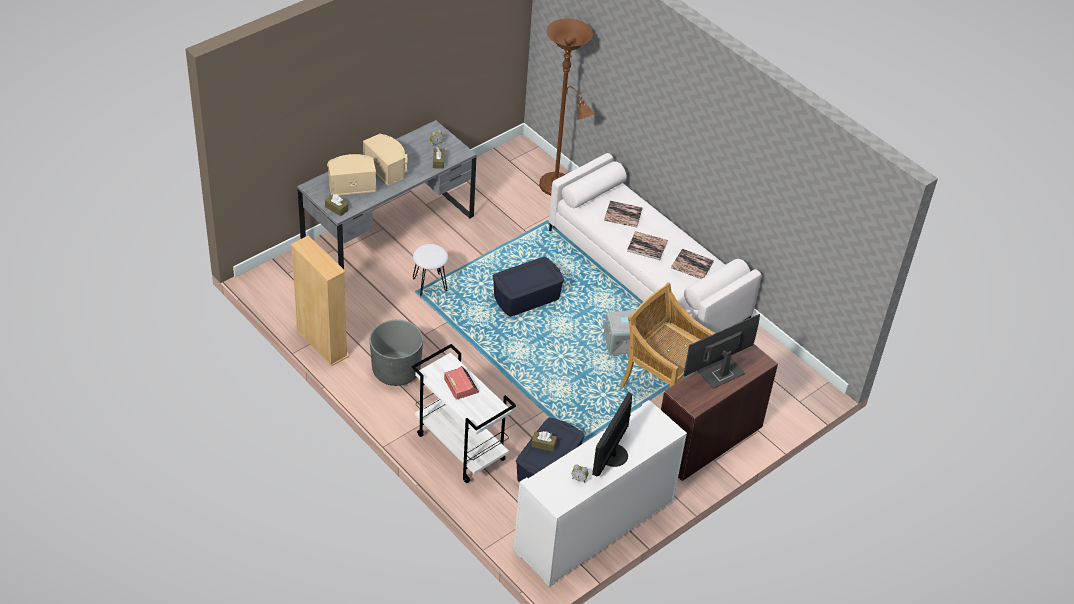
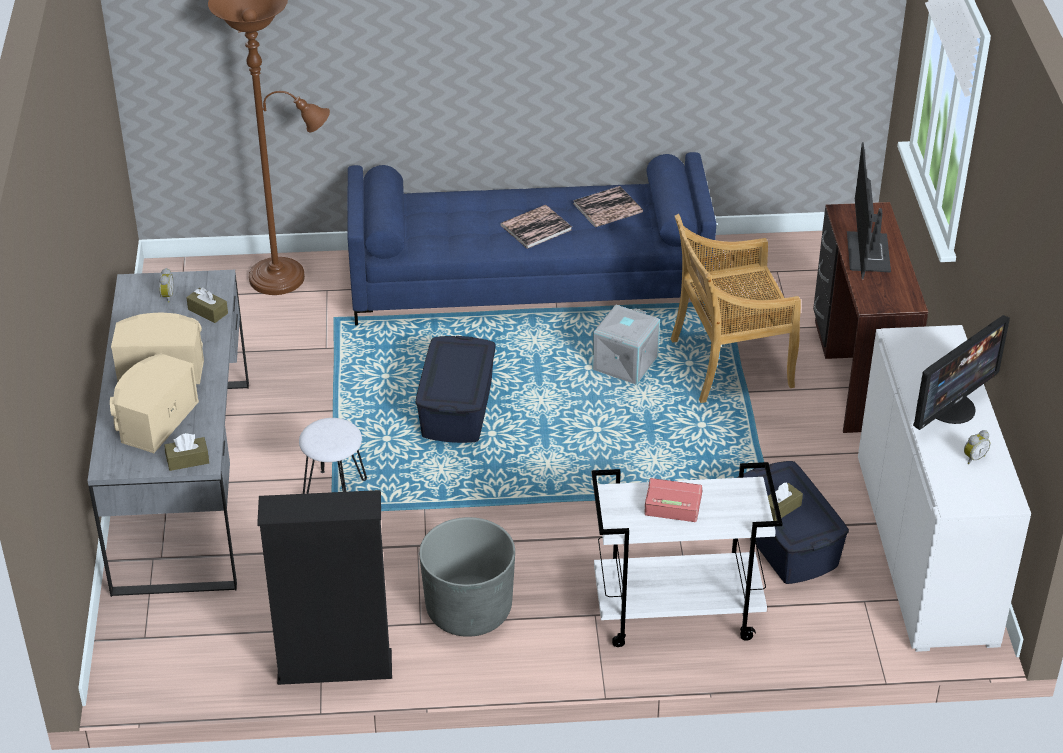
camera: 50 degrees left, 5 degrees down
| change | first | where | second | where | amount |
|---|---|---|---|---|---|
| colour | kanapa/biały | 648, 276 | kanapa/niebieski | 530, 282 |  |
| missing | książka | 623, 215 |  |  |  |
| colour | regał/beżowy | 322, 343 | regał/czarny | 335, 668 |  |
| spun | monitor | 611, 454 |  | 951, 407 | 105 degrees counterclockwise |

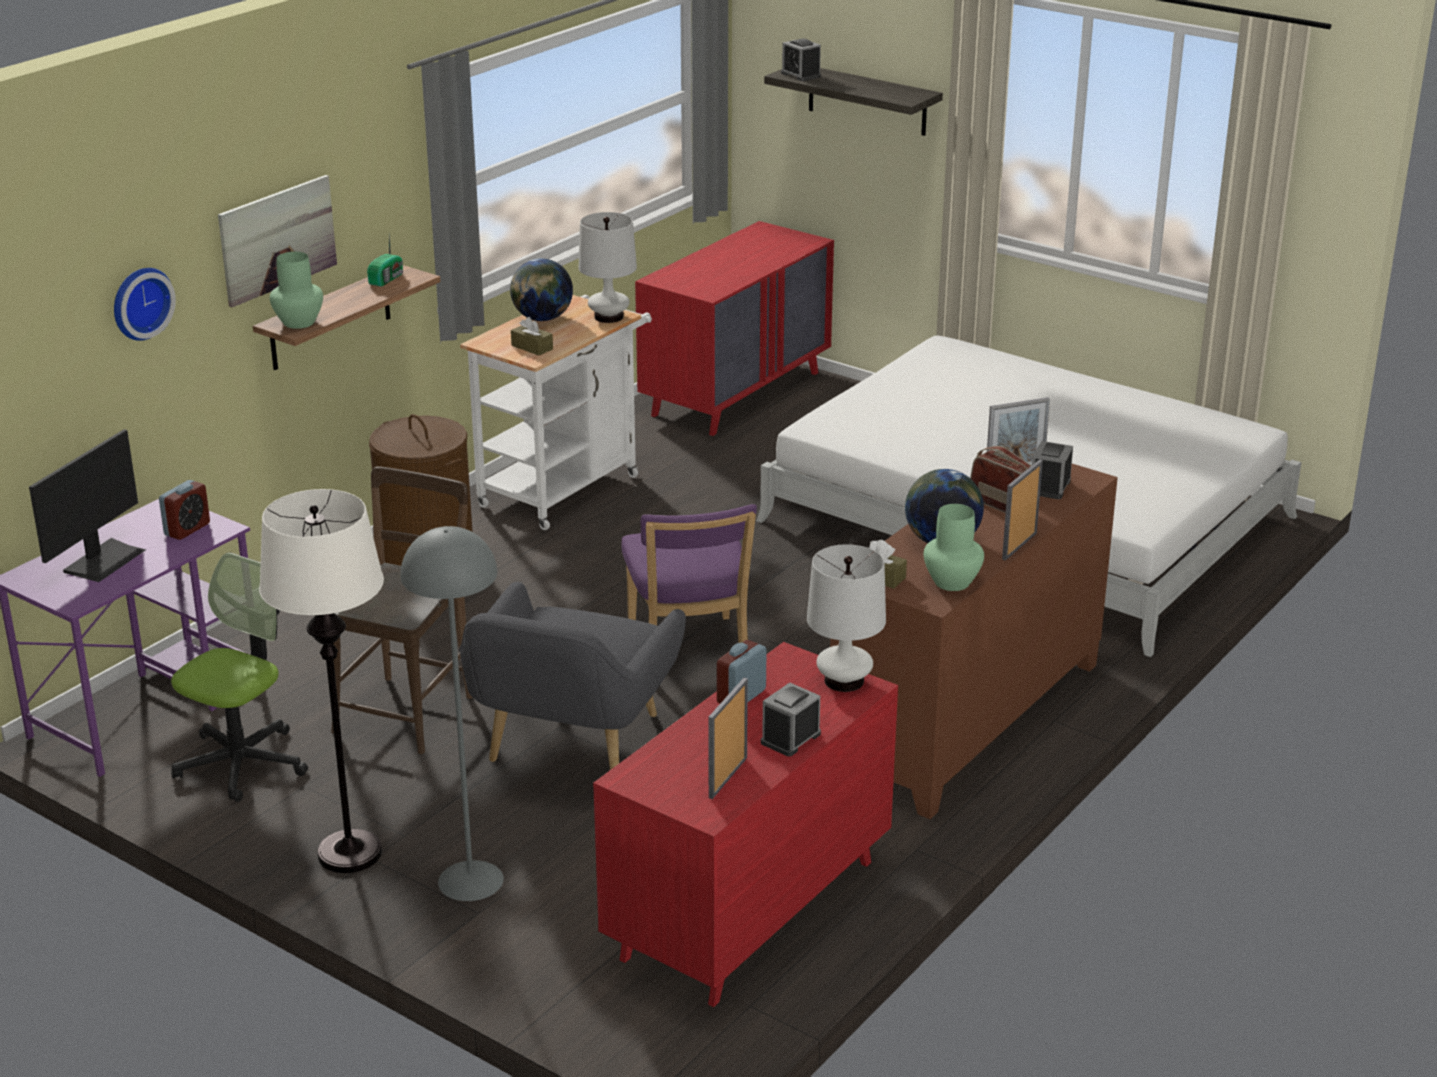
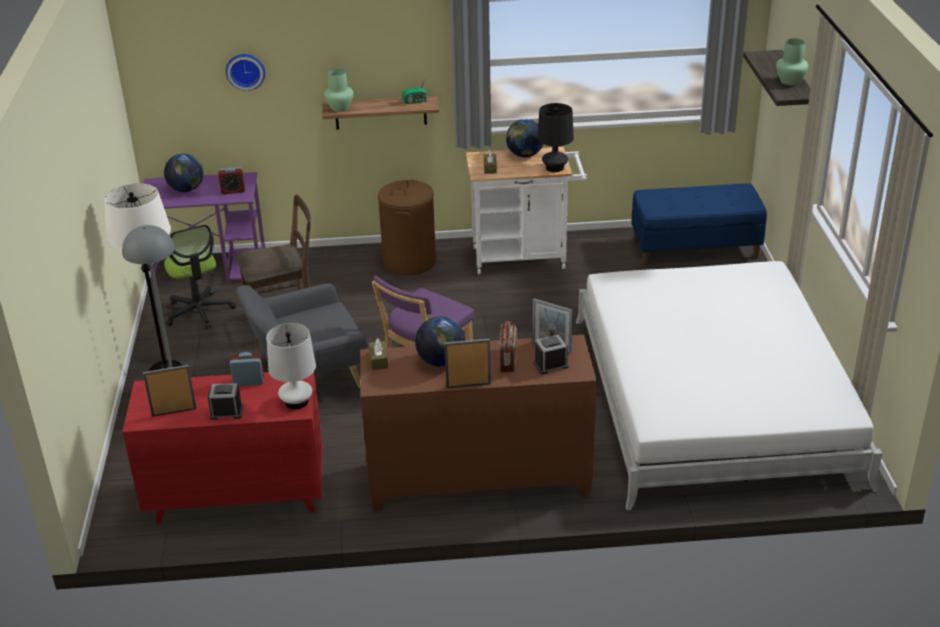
camera: 50 degrees right, 5 degrees up
| change | first | where | second | where | amount |
|---|---|---|---|---|---|
| missing | budzik | 800, 75 |  |  |  |
| missing | obraz | 277, 239 |  |  |  |
| colour | lampa stołowa/biały | 609, 317 | lampa stołowa/czarny | 555, 168 |  |
| exchanged | komoda/czerwony | 736, 393 | ławka/niebieski | 695, 249 |  |
| exchanged | monitor | 103, 560 | globus | 186, 189 |  |
| relocated | wazon/zielony | 951, 582 |  | 789, 81 |  |
| spun | krzesło biurowe | 241, 763 |  | 199, 312 | 75 degrees clockwise |

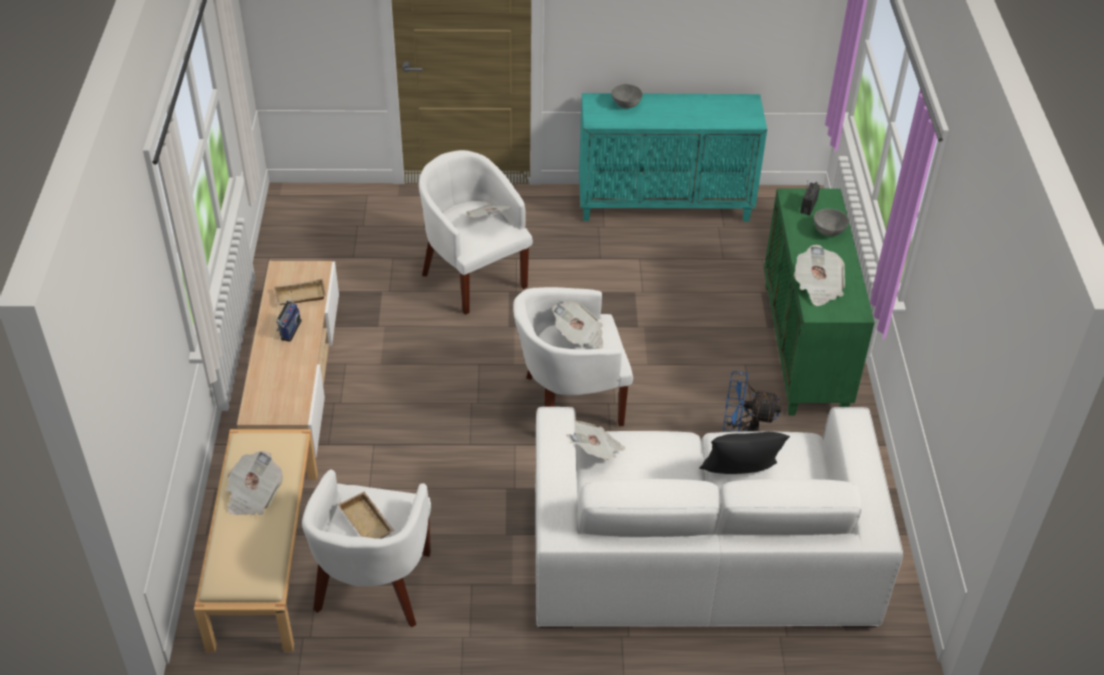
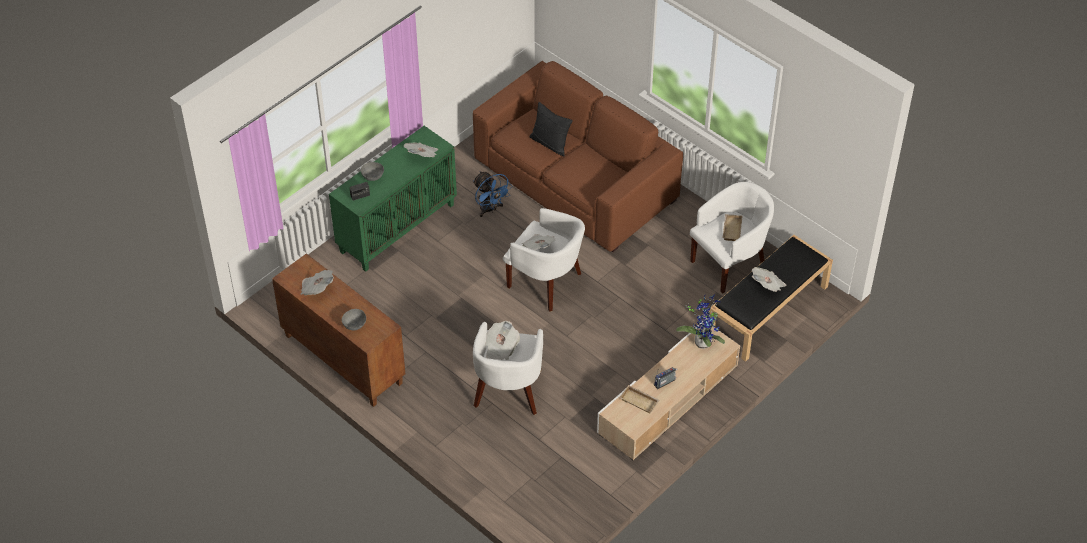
camera: 135 degrees left, 5 degrees up
| change | first | where | second | where | amount |
|---|---|---|---|---|---|
| colour | szafka/turkusowy | 665, 204 | szafka/brązowy | 342, 359 |  |
| colour | kanapa/biały | 699, 555 | kanapa/brązowy | 575, 180 |  |
| relocated | gazeta | 595, 450 |  | 317, 288 |  |
| colour | ławka/beżowy | 264, 556 | ławka/czarny | 768, 311 |  |
| appeared |  |  | roślina doniczkowa | 703, 341 |  |

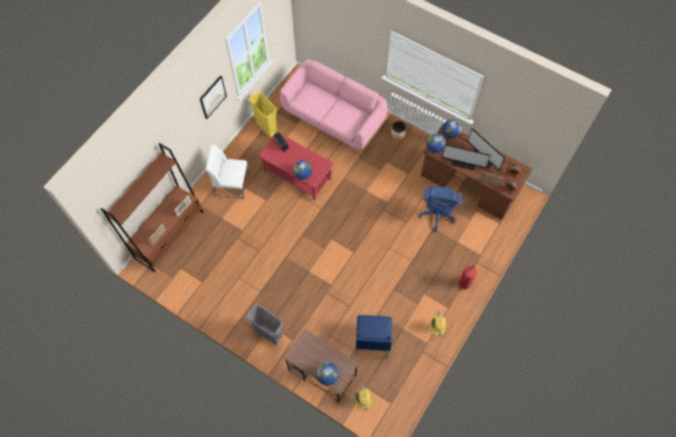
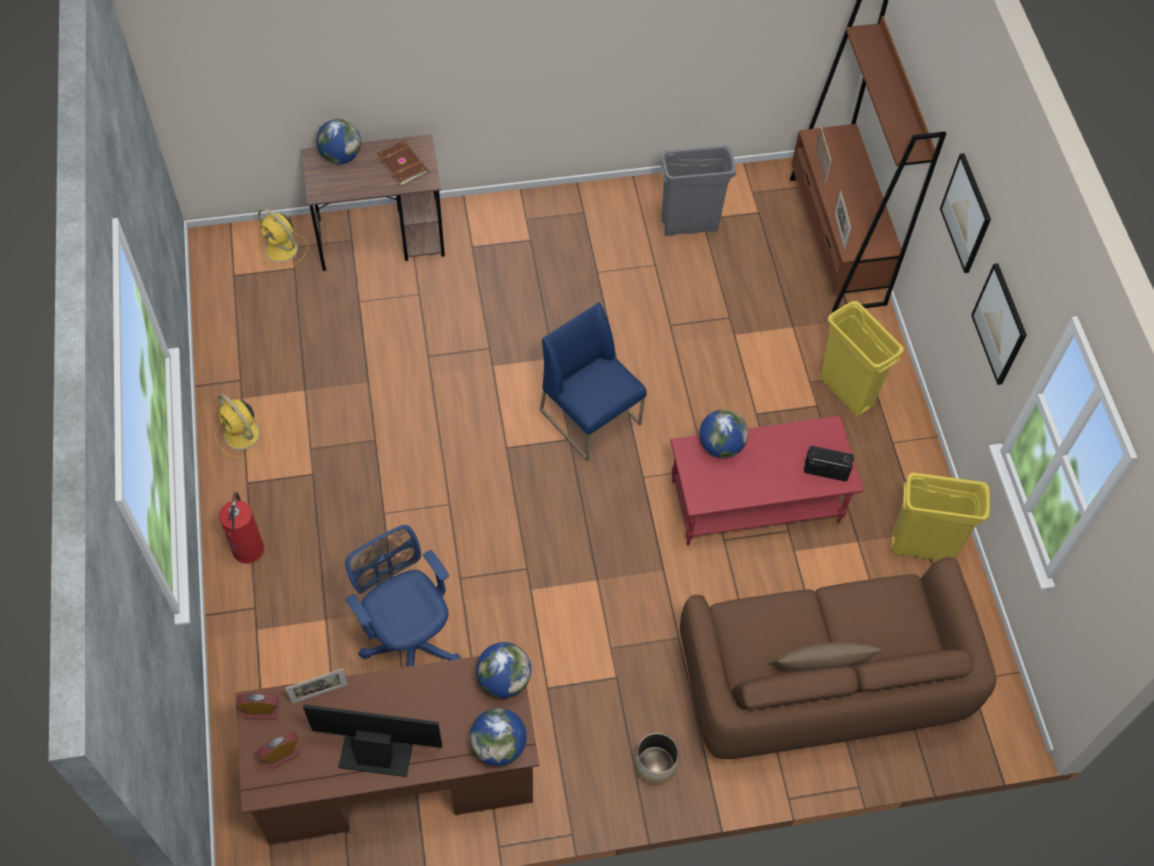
camera: 135 degrees right, 5 degrees down
| change | first | where | second | where | amount |
|---|---|---|---|---|---|
| colour | kanapa/różowy | 334, 118 | kanapa/brązowy | 820, 684 |  |
| exchanged | krzesło/biały | 232, 184 | kosz na śmieci/żółty | 846, 392 |  |
| missing | monitor | 463, 162 |  |  |  |
| relocated | kosz na śmieci/szary | 268, 333 |  | 690, 225 |  |
| relocated | krzesło/niebieski | 372, 341 |  | 591, 417 |  |
| appeared |  |  | książka/brązowy | 403, 164 |  |
| appeared |  |  | obraz | 966, 213 |  |
| appeared |  |  | poduszka/brązowy | 820, 666 |  |

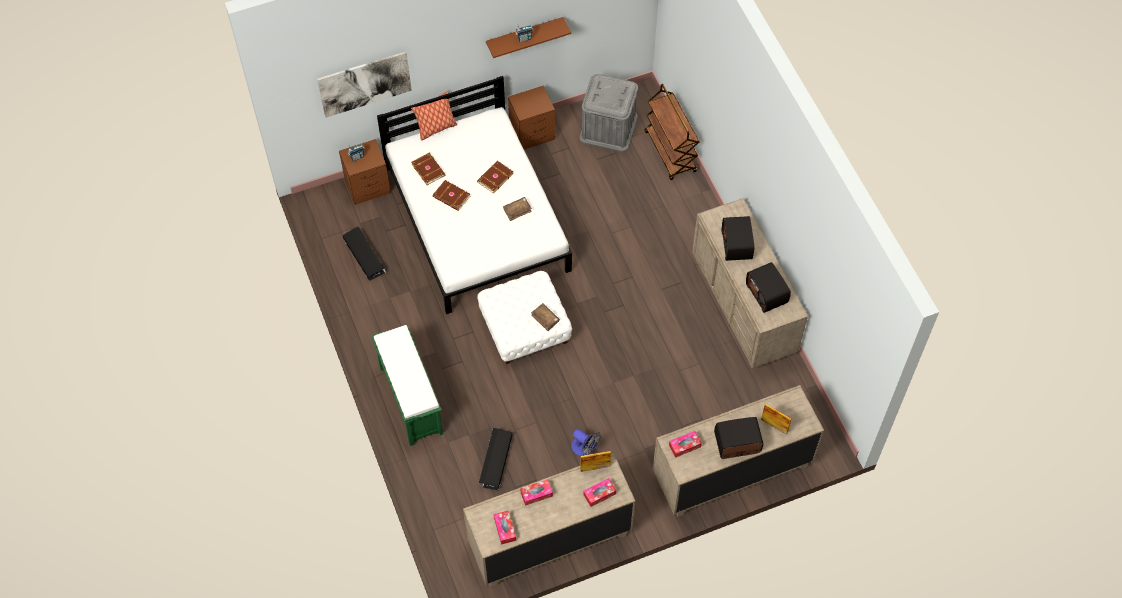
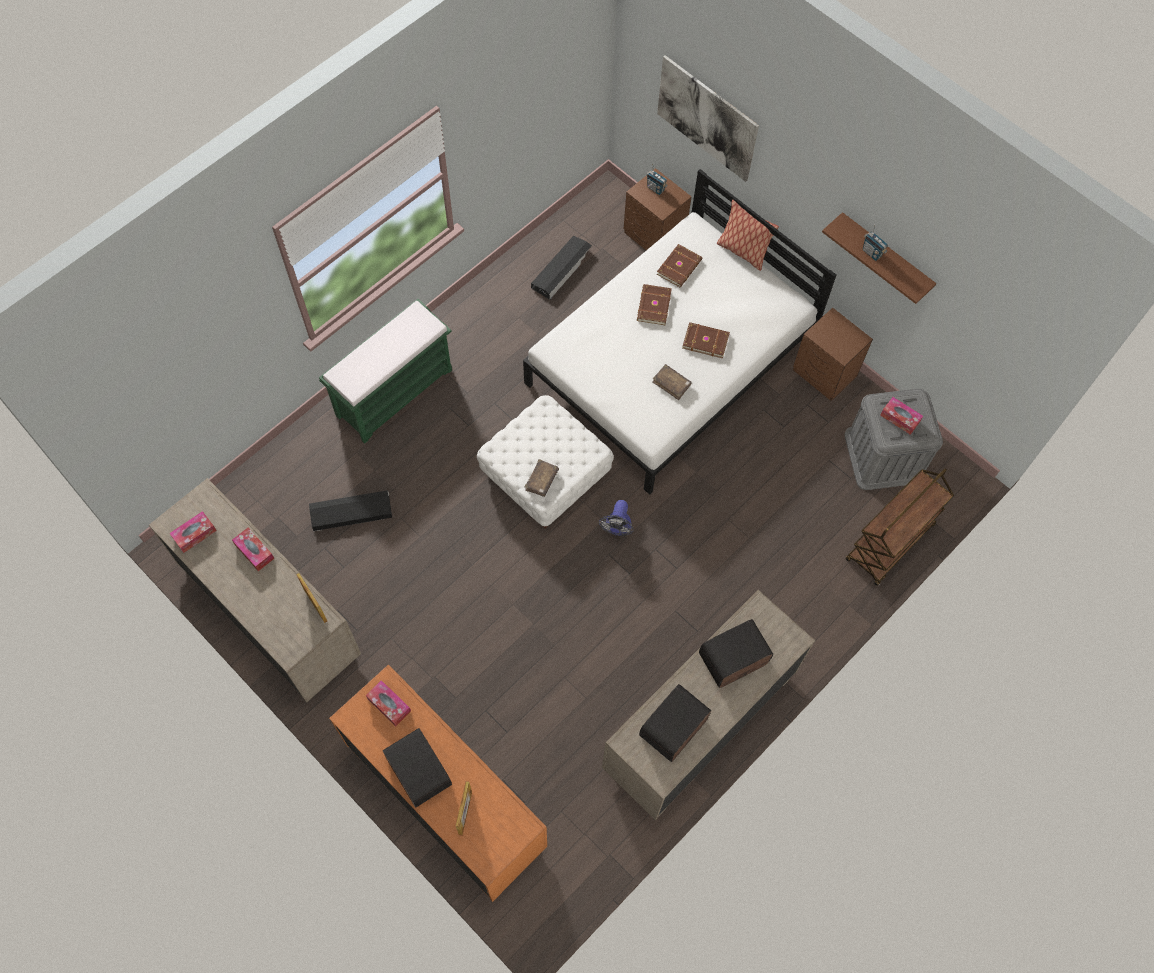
camera: 65 degrees right, 5 degrees up
| change | first | where | second | where | amount |
|---|---|---|---|---|---|
| colour | komoda/beżowy | 732, 470 | komoda/pomarańczowy | 446, 798 |  |
| relocated | wentylator | 584, 448 |  | 617, 528 |  |
| relocated | pudełko chusteczek | 599, 494 |  | 900, 418 |  |

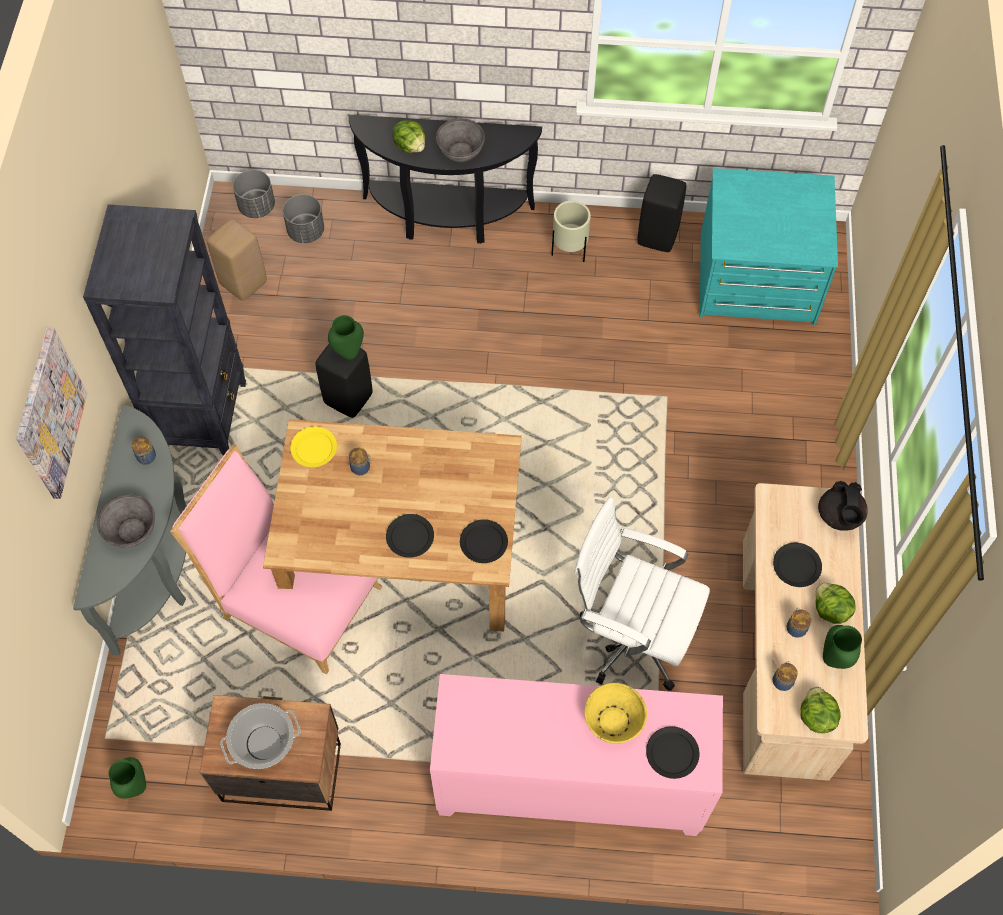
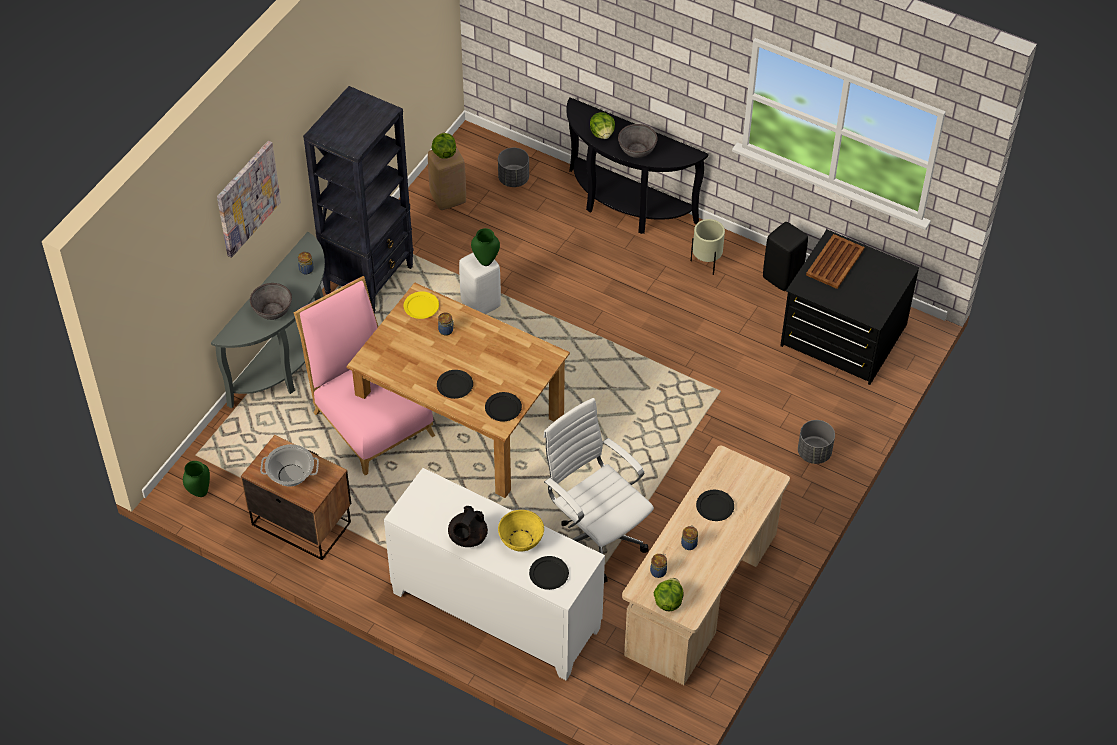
camera: 25 degrees right, 10 degrees down
| change | first | where | second | where | amount |
|---|---|---|---|---|---|
| colour | komoda/turkusowy | 756, 280 | komoda/czarny | 842, 336 |  |
| relocated | donica/szary | 257, 206 |  | 814, 453 |  |
| colour | stołek/czarny | 348, 397 | stołek/biały | 481, 303 |  |
| relocated | imbryk/czarny | 839, 516 |  | 467, 538 |  |
| relocated | sałata | 830, 610 |  | 444, 153 |  |
| missing | wazon/zielony | 833, 659 |  |  |  |
| colour | szafka/różowy | 569, 783 | szafka/biały | 495, 611 |  |
| appeared |  |  | taca/brązowy | 835, 261 |  |

